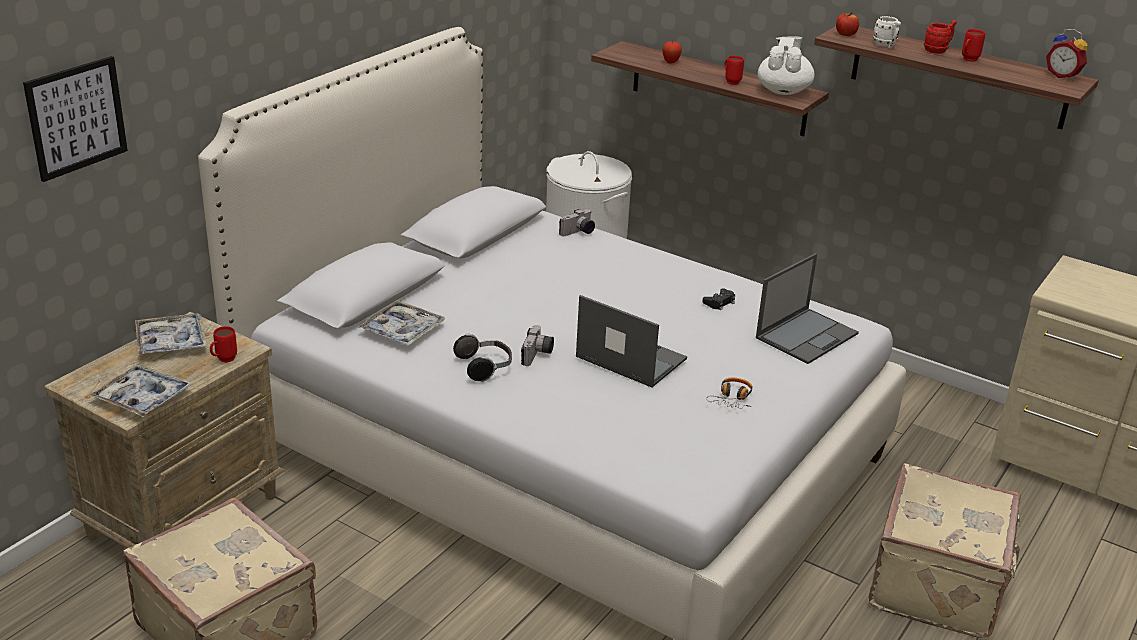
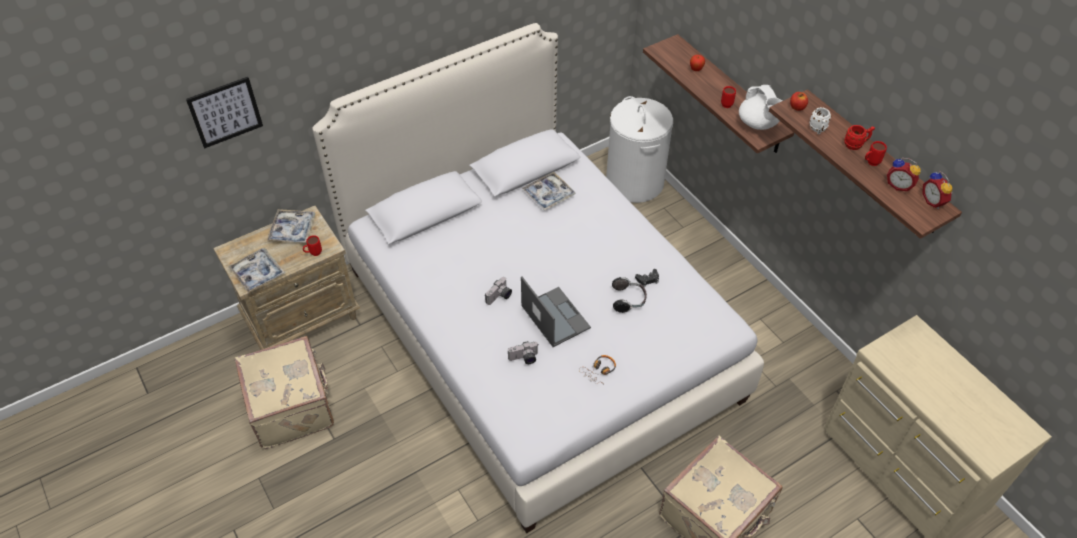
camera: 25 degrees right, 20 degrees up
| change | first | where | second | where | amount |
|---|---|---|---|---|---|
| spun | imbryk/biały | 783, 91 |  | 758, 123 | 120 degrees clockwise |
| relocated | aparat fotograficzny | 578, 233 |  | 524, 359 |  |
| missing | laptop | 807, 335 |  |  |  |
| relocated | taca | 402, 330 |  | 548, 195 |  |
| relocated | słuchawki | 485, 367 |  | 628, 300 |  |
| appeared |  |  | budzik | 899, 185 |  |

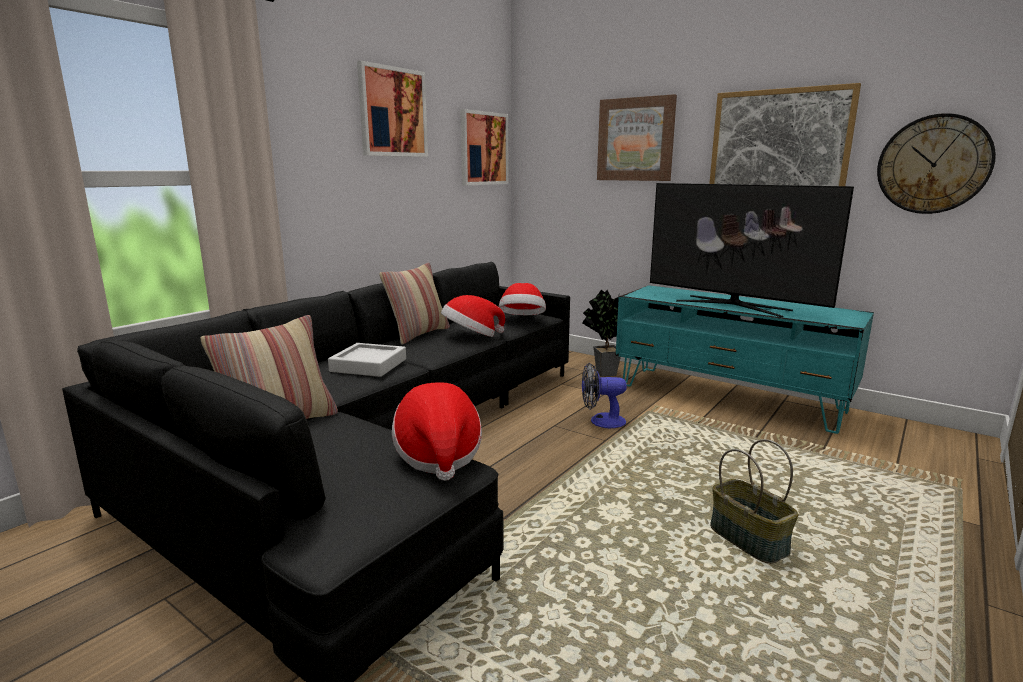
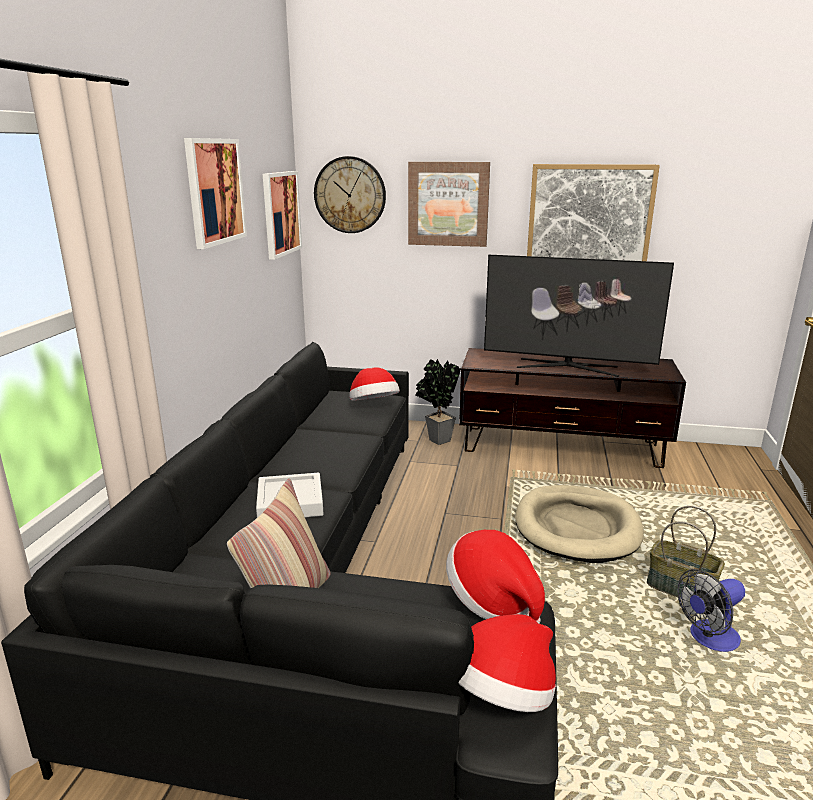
camera: 25 degrees left, 5 degrees up
| change | first | where | second | where | amount |
|---|---|---|---|---|---|
| relocated | zegar ścienny | 933, 164 |  | 350, 195 |  |
| missing | poduszka | 418, 334 |  |  |  |
| colour | szafka pod telewizor/turkusowy | 729, 397 | szafka pod telewizor/brązowy | 561, 447 |  |
| relocated | kapelusz | 471, 336 |  | 502, 695 |  |
| relocated | wentylator | 601, 421 |  | 708, 638 |  |
| appeared |  |  | legowisko/beżowy | 577, 527 |  |

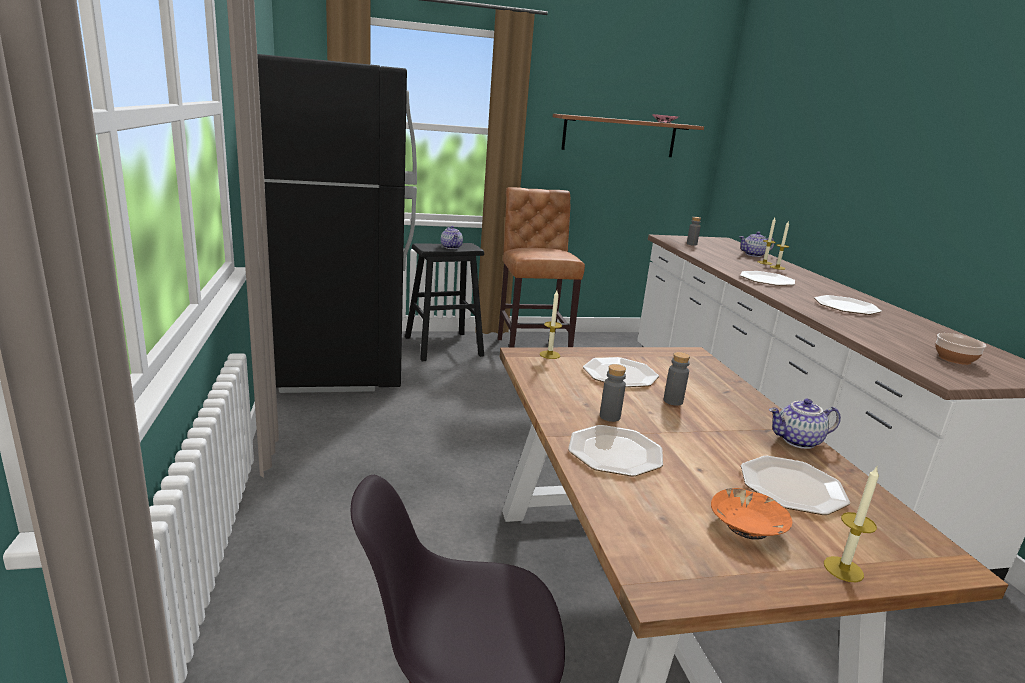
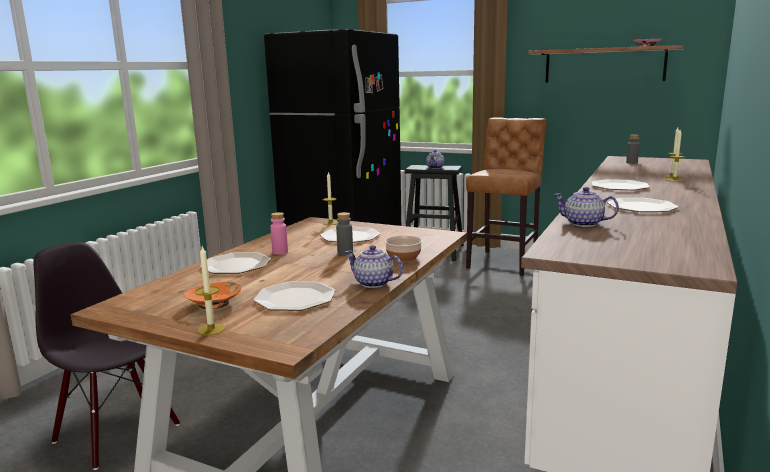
camera: 40 degrees right, 5 degrees down
| change | first | where | second | where | amount |
|---|---|---|---|---|---|
| relocated | imbryk | 754, 255 |  | 584, 223 |  |
| relocated | miska | 955, 359 |  | 404, 258 |  |
| colour | butelka/szary | 609, 416 | butelka/różowy | 280, 252 |  |

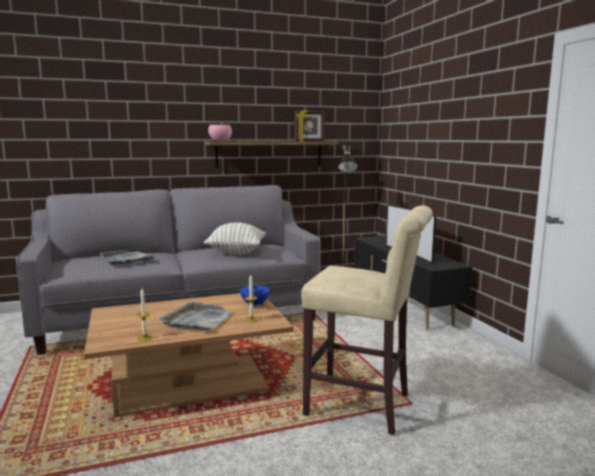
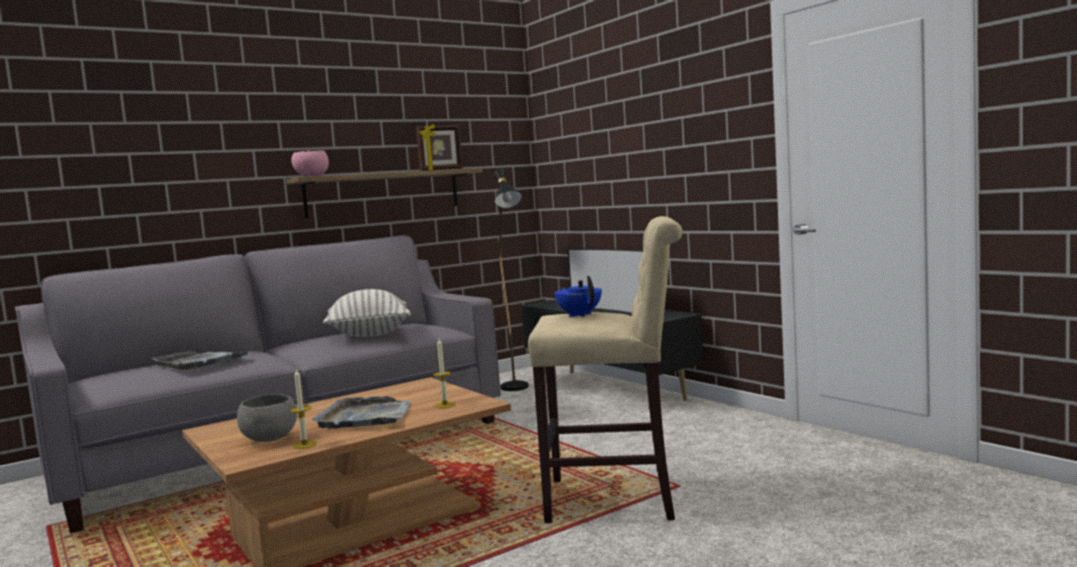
camera: 15 degrees left, 5 degrees down
| change | first | where | second | where | amount |
|---|---|---|---|---|---|
| relocated | imbryk/niebieski | 255, 304 |  | 579, 315 |  |
| appeared |  |  | miska/szary | 270, 439 |  |

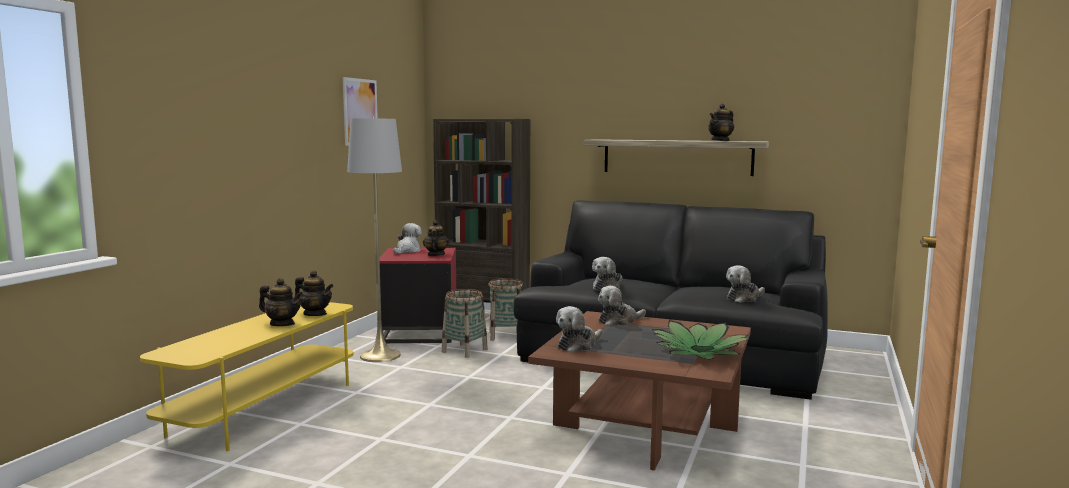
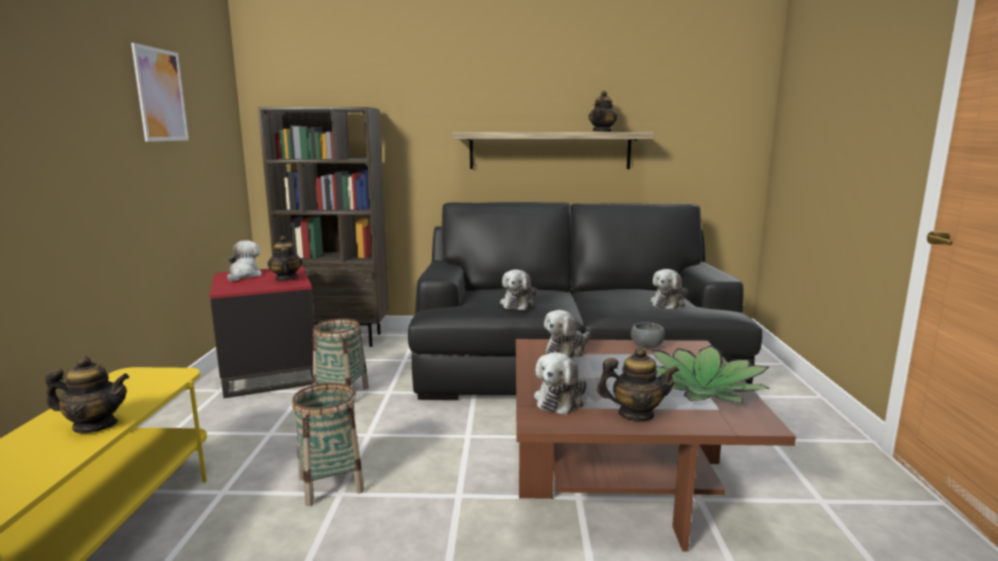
camera: 20 degrees left, 5 degrees up
| change | first | where | second | where | amount |
|---|---|---|---|---|---|
| missing | lampa stojąca/szary | 380, 355 |  |  |  |
| relocated | imbryk | 315, 314 |  | 635, 414 |  |
| relocated | koszyk | 505, 336 |  | 330, 484 |  |
| appeared |  |  | miska/szary | 647, 347 |  |

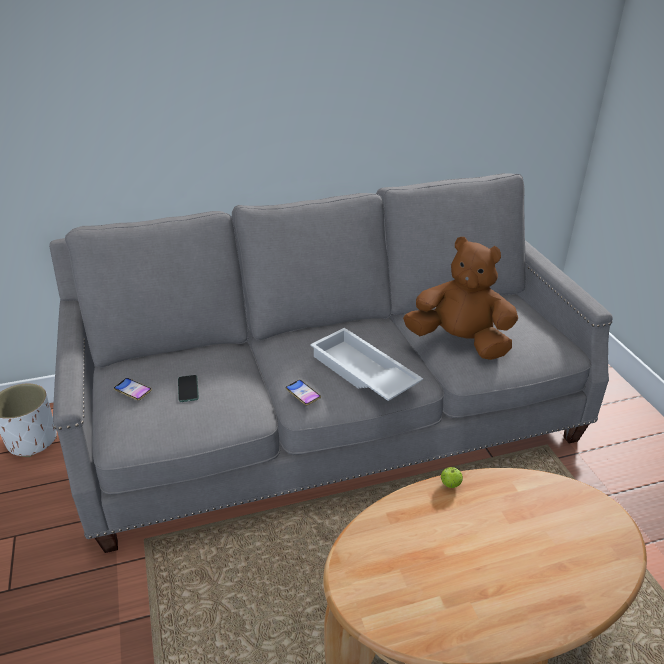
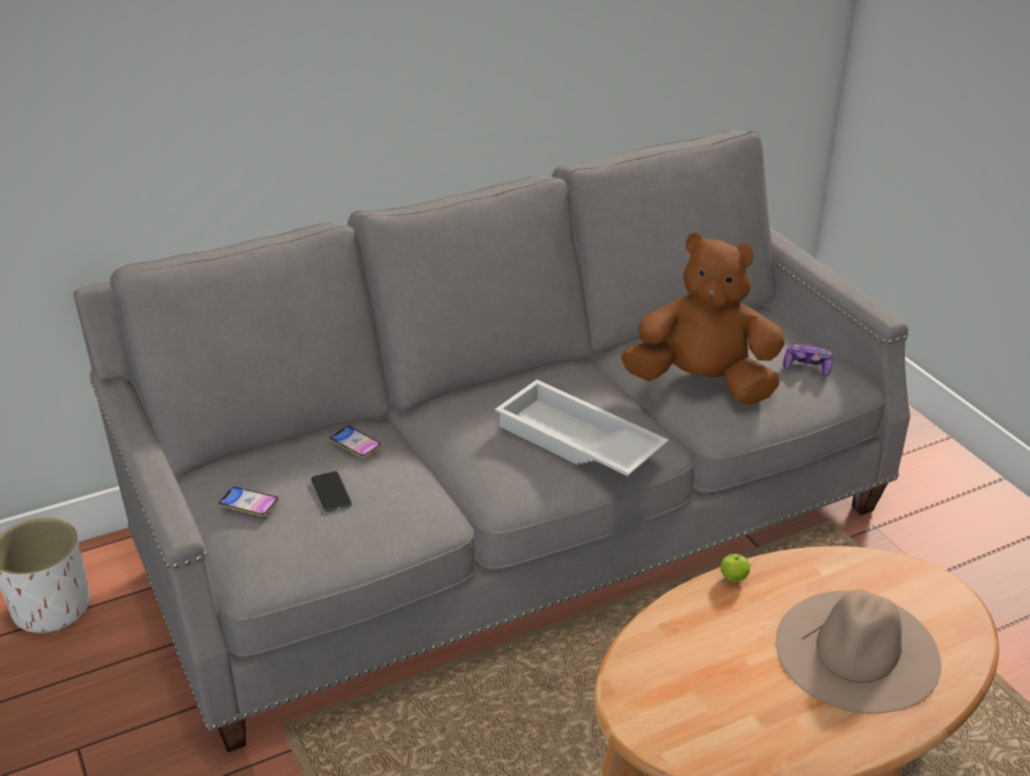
camera: 10 degrees left, 0 degrees up
| change | first | where | second | where | amount |
|---|---|---|---|---|---|
| relocated | telefon | 303, 394 |  | 356, 445 |  |
| appeared |  |  | pad do gier | 807, 368 |  |
| appeared |  |  | kapelusz/beżowy | 857, 650 |  |

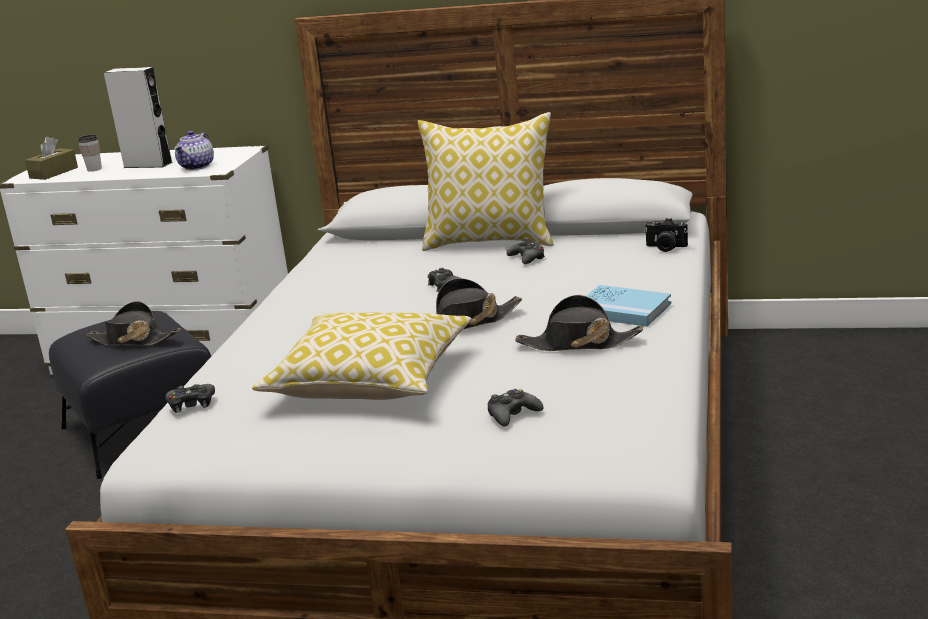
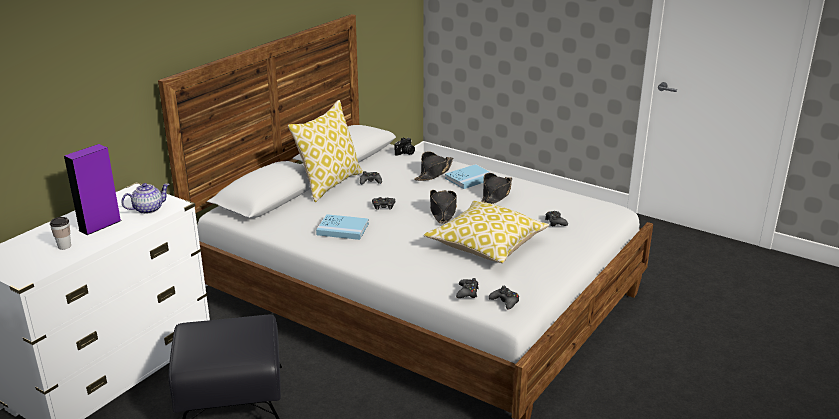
camera: 70 degrees left, 5 degrees up
| change | first | where | second | where | amount |
|---|---|---|---|---|---|
| colour | głośnik/szary | 148, 165 | głośnik/fioletowy | 100, 225 |  |
| spun | imbryk | 197, 166 |  | 148, 209 | 75 degrees counterclockwise |
| missing | pudełko chusteczek/brązowy | 54, 173 |  |  |  |
| relocated | kapelusz/czarny | 134, 340 |  | 434, 173 |  |
| appeared |  |  | książka/niebieski | 342, 229 |  |
| appeared |  |  | pad do gier/czarny | 505, 301 |  |

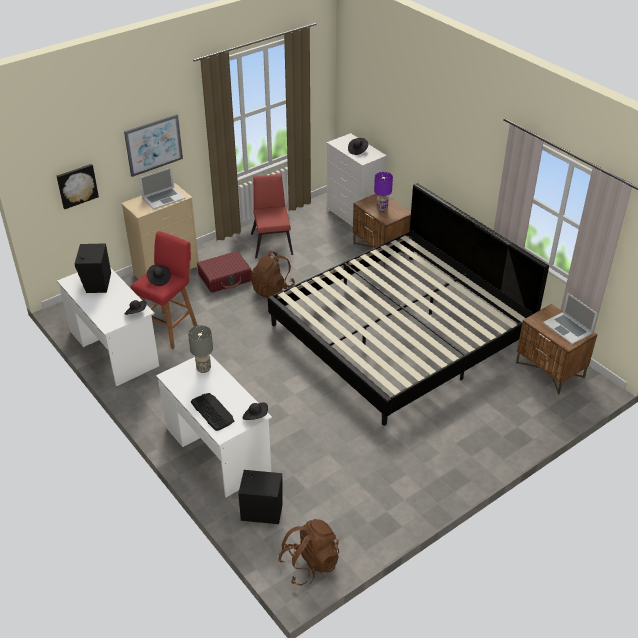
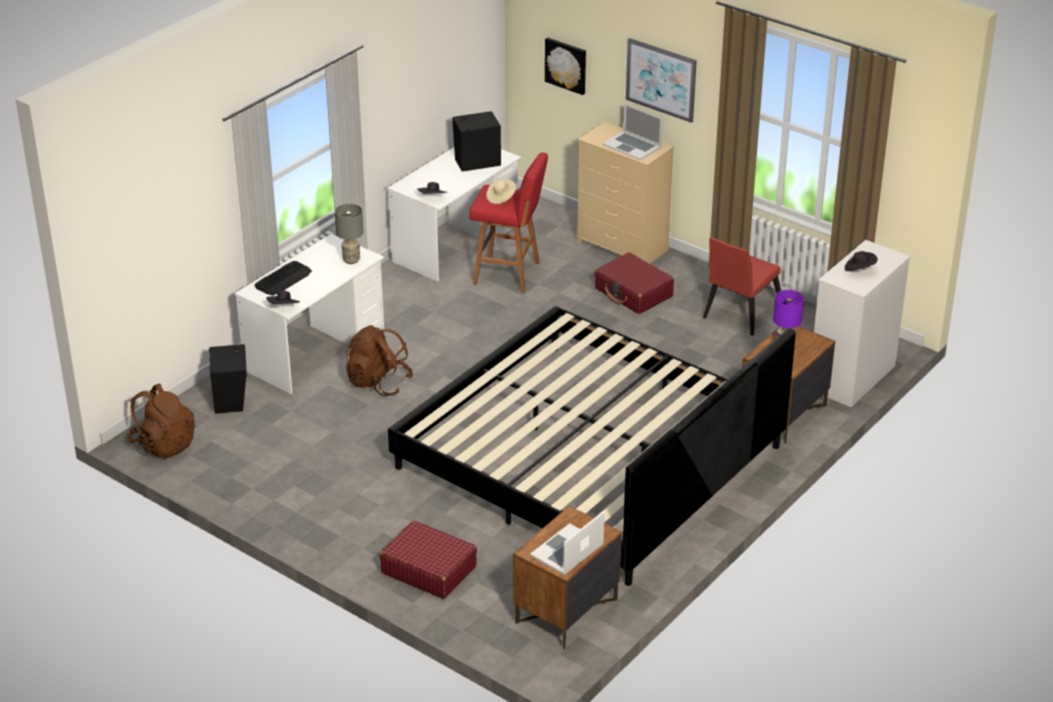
camera: 75 degrees right, 5 degrees down
| change | first | where | second | where | amount |
|---|---|---|---|---|---|
| spun | krzesło/czerwony | 272, 242 |  | 739, 314 | 150 degrees clockwise |
| relocated | plecak/brązowy | 272, 289 |  | 378, 383 |  |
| colour | kapelusz/czarny | 159, 279 | kapelusz/beżowy | 501, 198 |  |
| appeared |  |  | walizka/czerwony | 428, 569 |  |

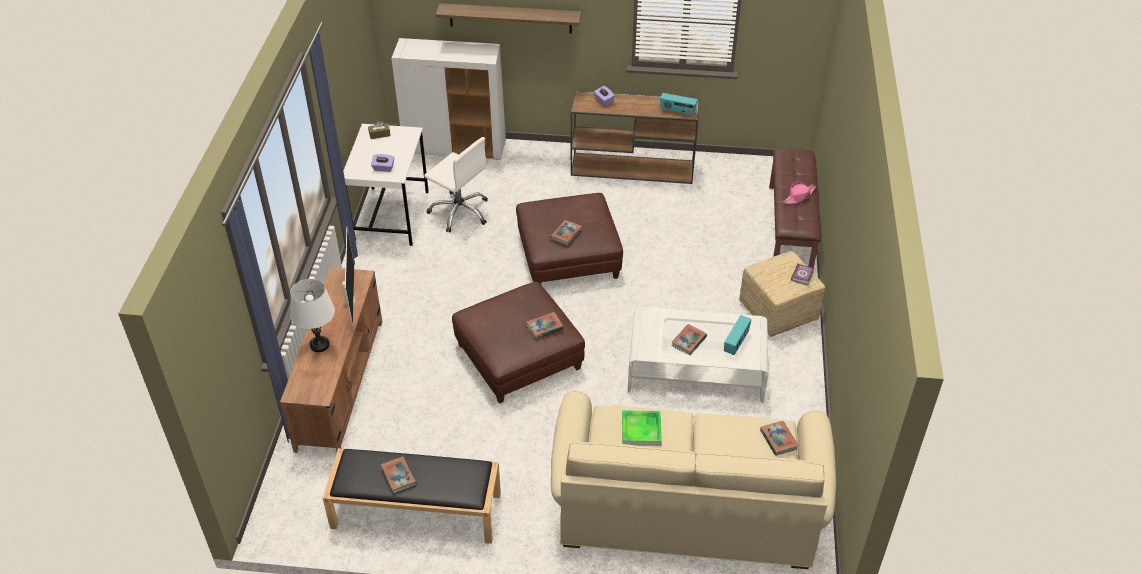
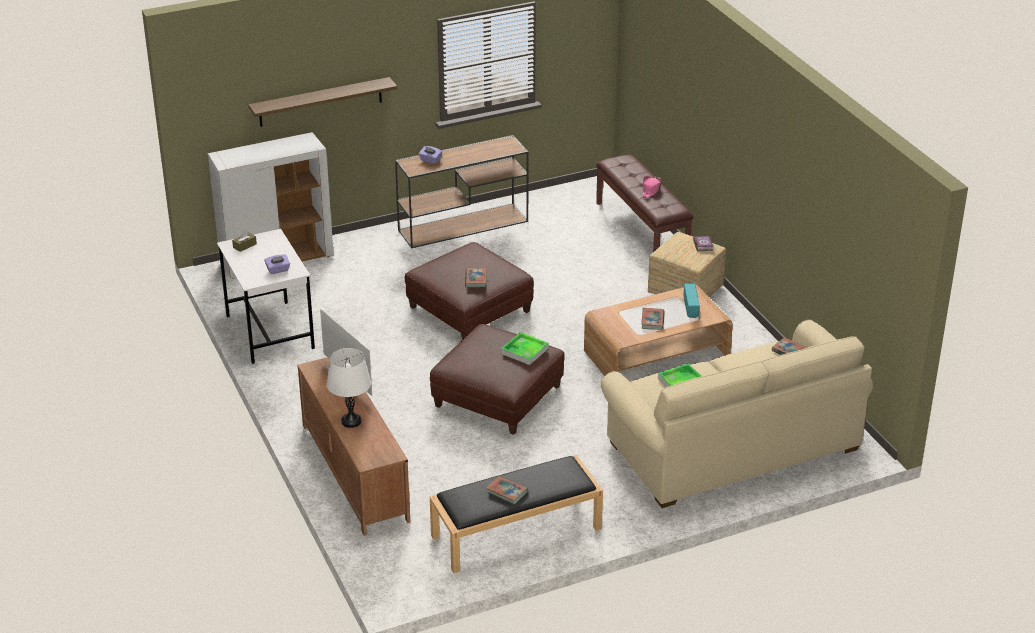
camera: 30 degrees left, 10 degrees down
| change | first | where | second | where | amount |
|---|---|---|---|---|---|
| missing | radio | 677, 111 |  |  |  |
| missing | krzesło biurowe/biały | 460, 212 |  |  |  |
| colour | ława/biały | 696, 370 | ława/brązowy | 656, 354 |  |
| exchanged | książka | 544, 327 | taca | 524, 351 |  |

